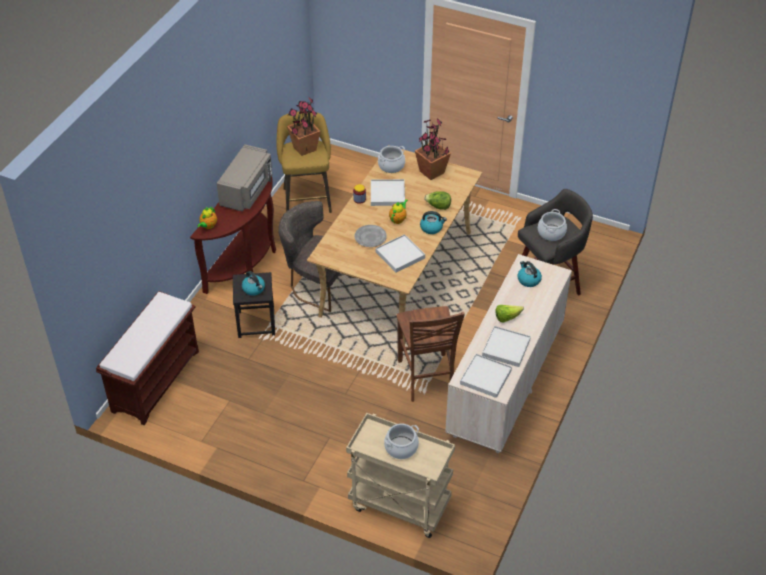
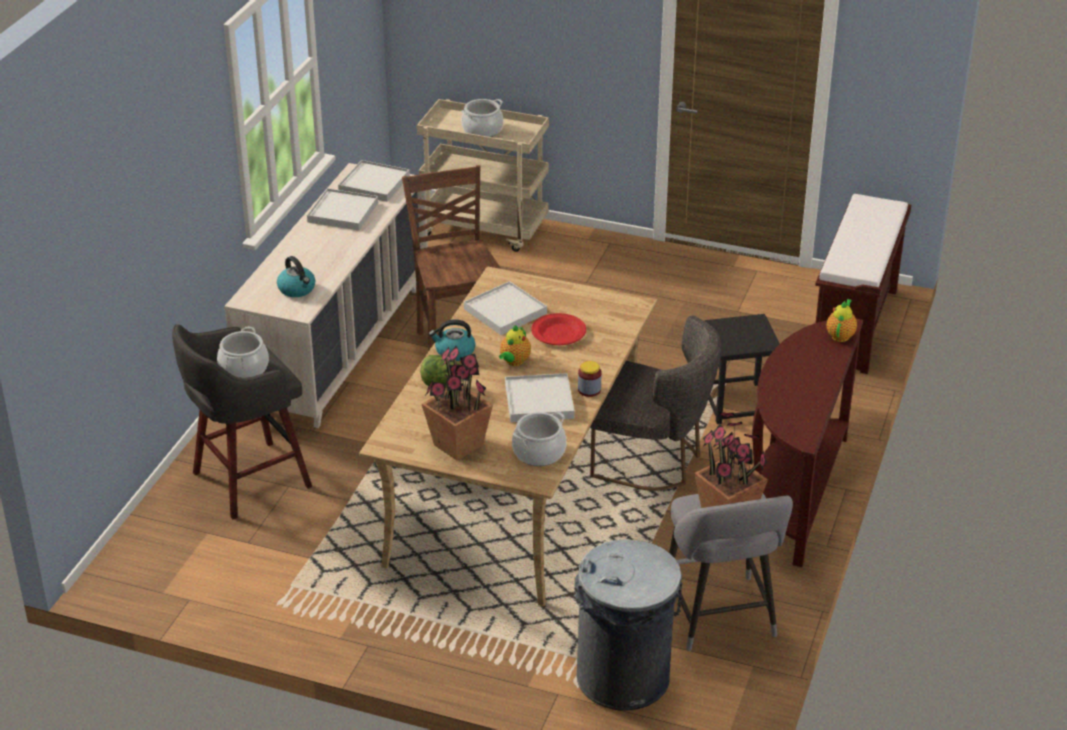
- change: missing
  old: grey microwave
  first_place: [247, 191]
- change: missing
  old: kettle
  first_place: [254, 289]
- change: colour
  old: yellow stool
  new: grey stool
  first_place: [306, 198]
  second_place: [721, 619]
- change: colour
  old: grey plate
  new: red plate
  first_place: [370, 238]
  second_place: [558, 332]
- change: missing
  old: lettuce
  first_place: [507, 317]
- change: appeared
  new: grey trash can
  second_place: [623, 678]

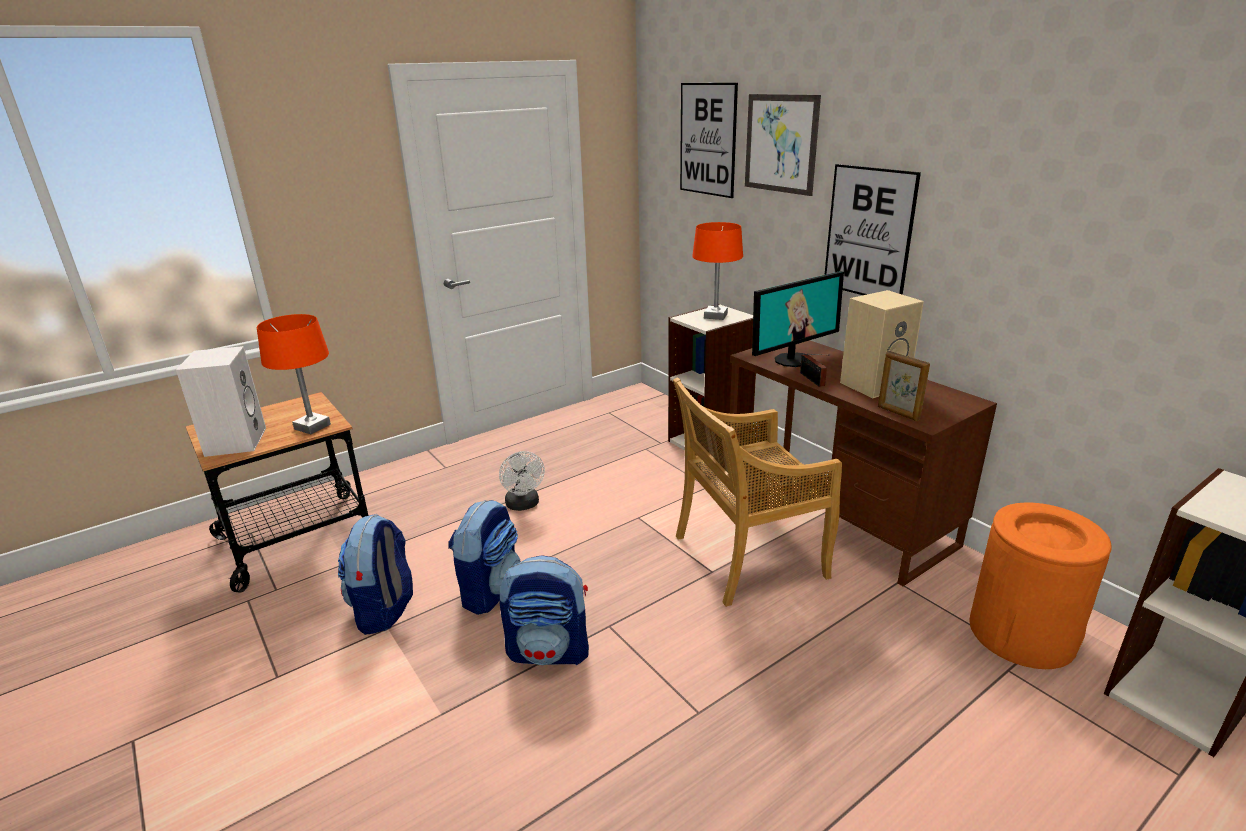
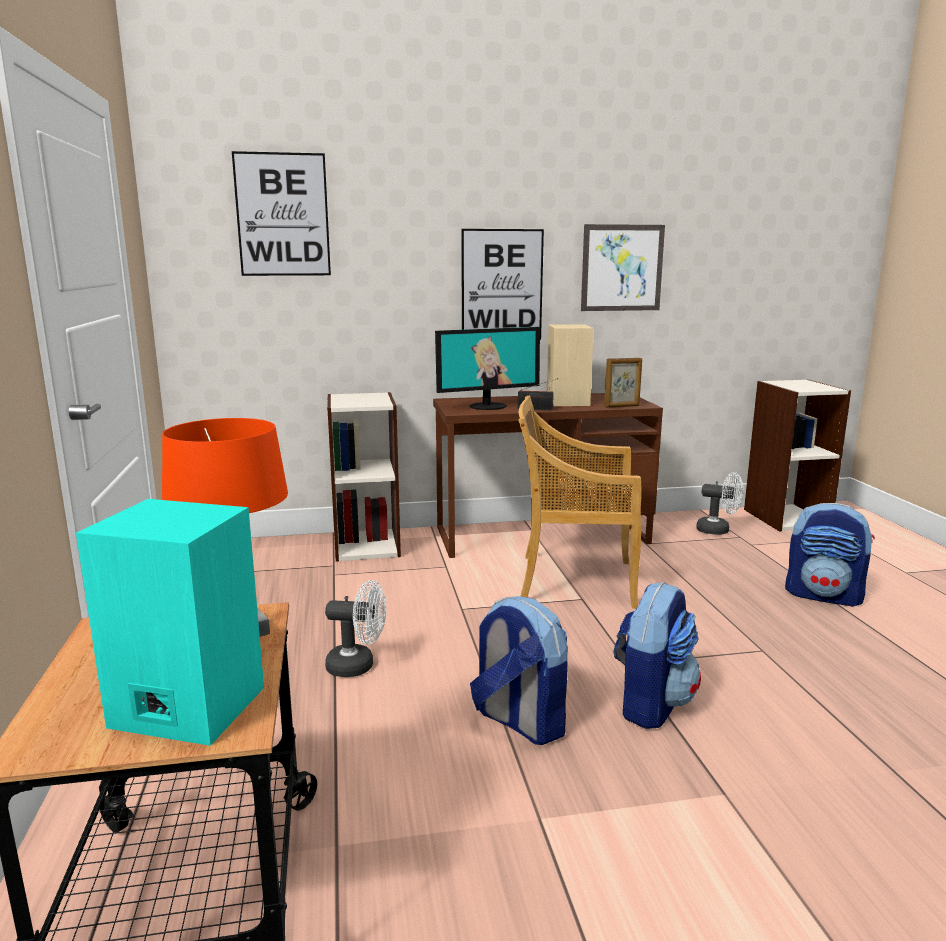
- change: colour
  old: white speaker
  new: turquoise speaker
  first_place: [235, 441]
  second_place: [183, 708]
- change: relocated
  old: backpack
  first_place: [384, 610]
  second_place: [824, 596]
- change: spun
  old: beige chair
  first_place: [747, 557]
  second_place: [574, 581]
  degrees: 90
- change: missing
  old: orange table lamp
  first_place: [715, 316]
- change: relocated
  old: picture
  first_place: [780, 143]
  second_place: [622, 268]
- change: spun
  old: monitor
  first_place: [792, 359]
  second_place: [487, 406]
  degrees: 75
- change: exchanged
  old: orange trash can
  new: white fan
  first_place: [1022, 632]
  second_place: [718, 530]

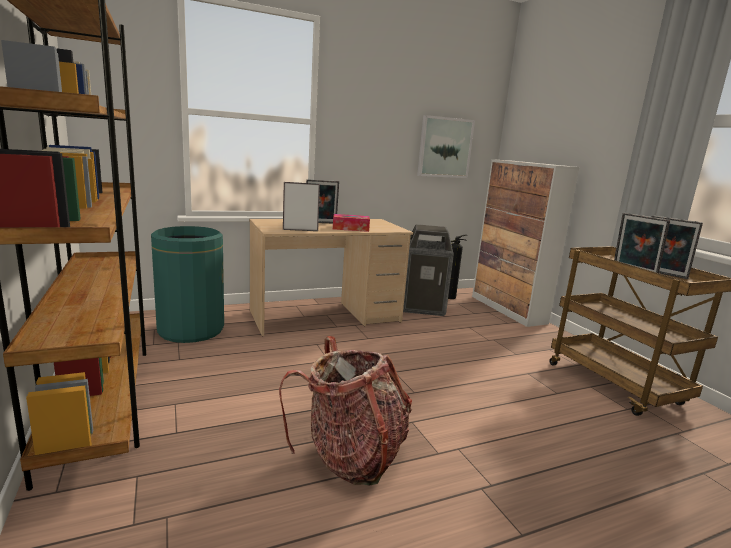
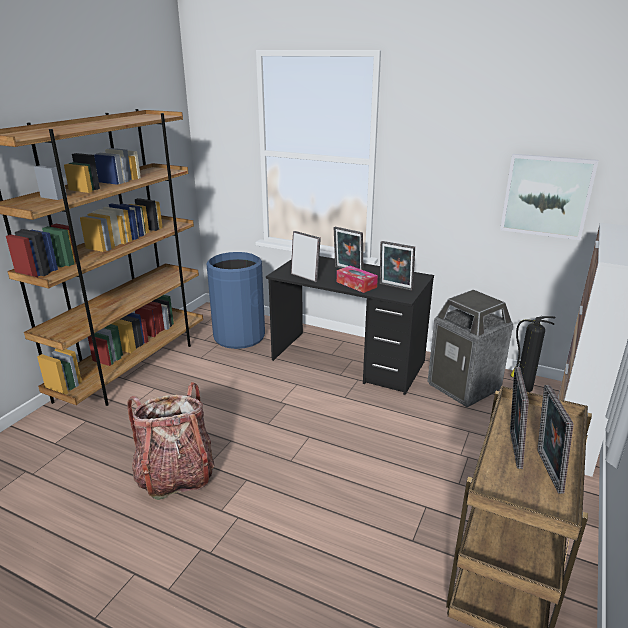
- change: colour
  old: green trash can
  new: blue trash can
  first_place: [191, 330]
  second_place: [239, 336]
- change: colour
  old: beige desk
  new: black desk
  first_place: [325, 317]
  second_place: [348, 361]
- change: appeared
  new: picture frame
  second_place: [395, 287]

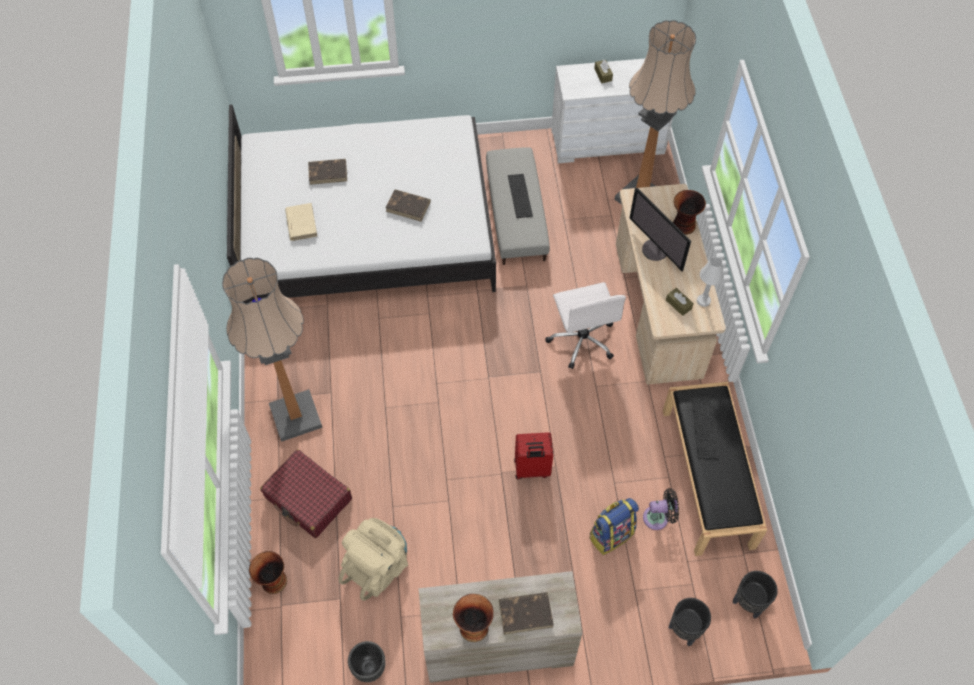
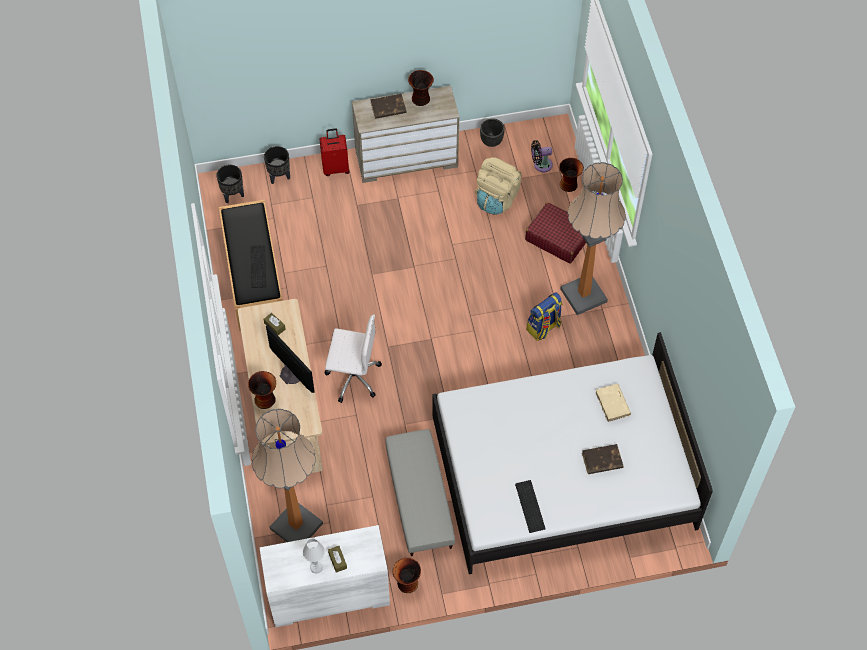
- change: missing
  old: brown book
  first_place: [408, 206]
- change: relocated
  old: keyboard
  first_place: [518, 195]
  second_place: [531, 506]
- change: relocated
  old: red suitcase
  first_place: [531, 469]
  second_place: [336, 168]
- change: spun
  old: white office chair
  first_place: [582, 340]
  second_place: [353, 377]
  degrees: 120
- change: relocated
  old: backpack
  first_place: [611, 534]
  second_place: [543, 328]
- change: relocated
  old: black fan
  first_place: [658, 518]
  second_place: [541, 165]
- change: relocated
  old: white table lamp
  first_place: [703, 301]
  second_place: [316, 567]
- change: appeared
  new: vase
  second_place: [407, 584]

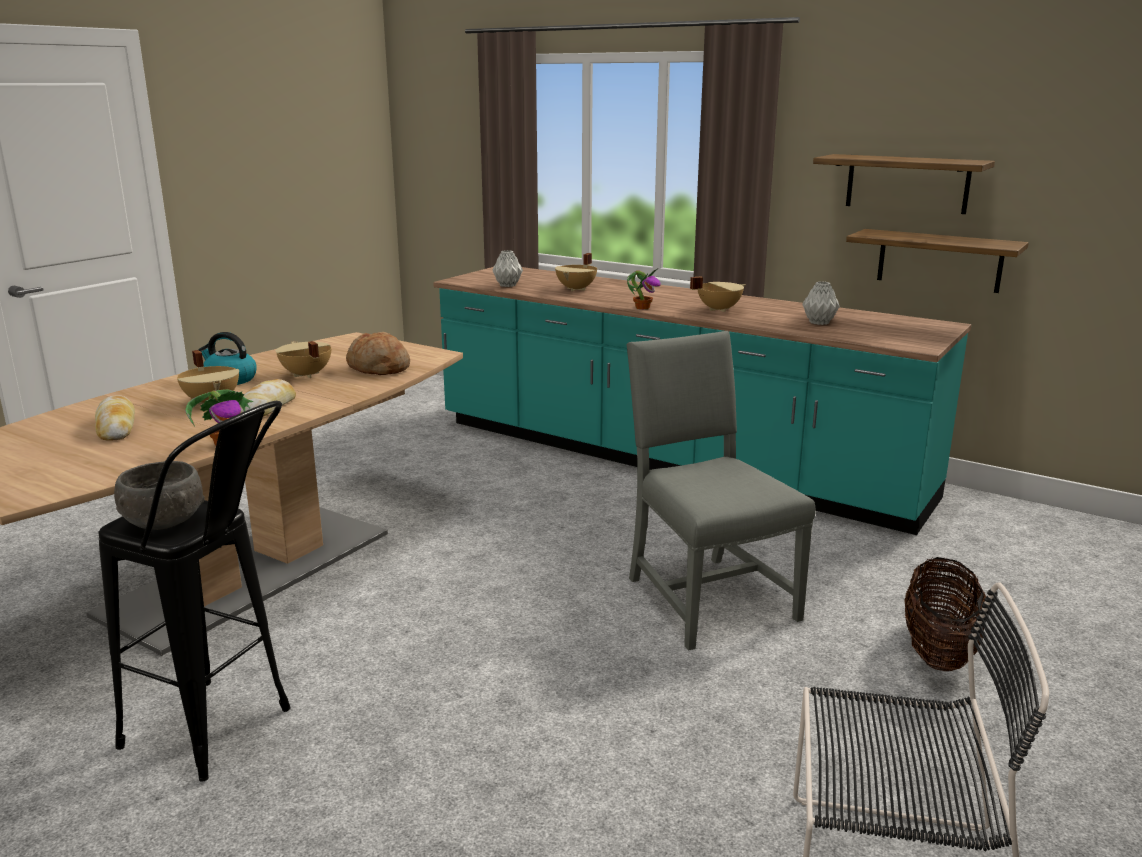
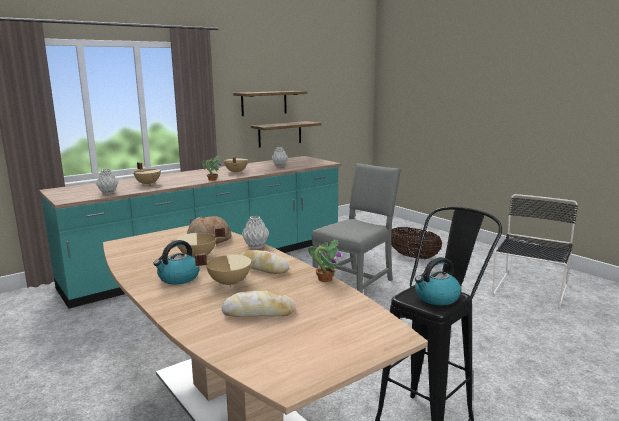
- change: exchanged
  old: grey bowl
  new: kettle
  first_place: [164, 522]
  second_place: [436, 298]
- change: spun
  old: grey chair
  first_place: [705, 597]
  second_place: [356, 282]
  degrees: 135
- change: appeared
  new: grey vase
  second_place: [256, 246]

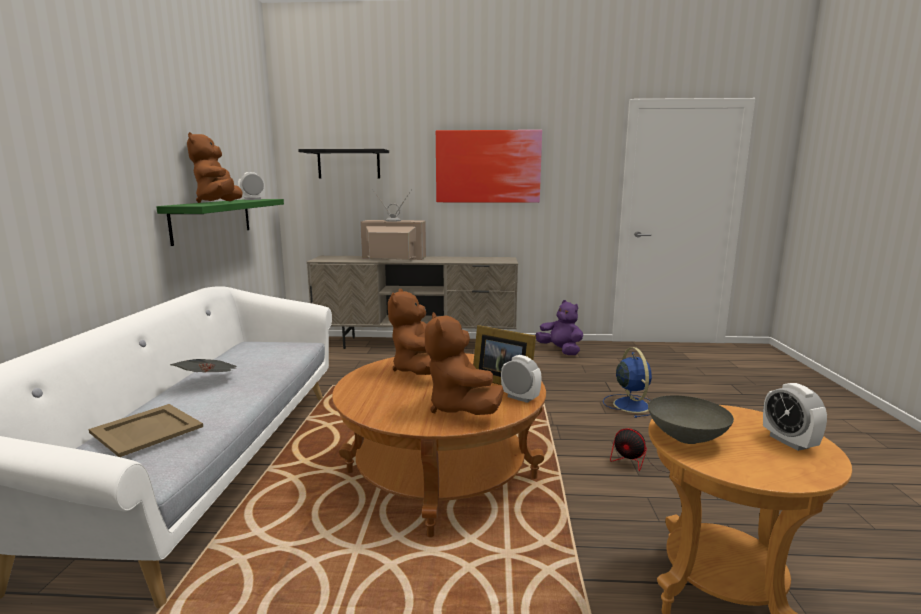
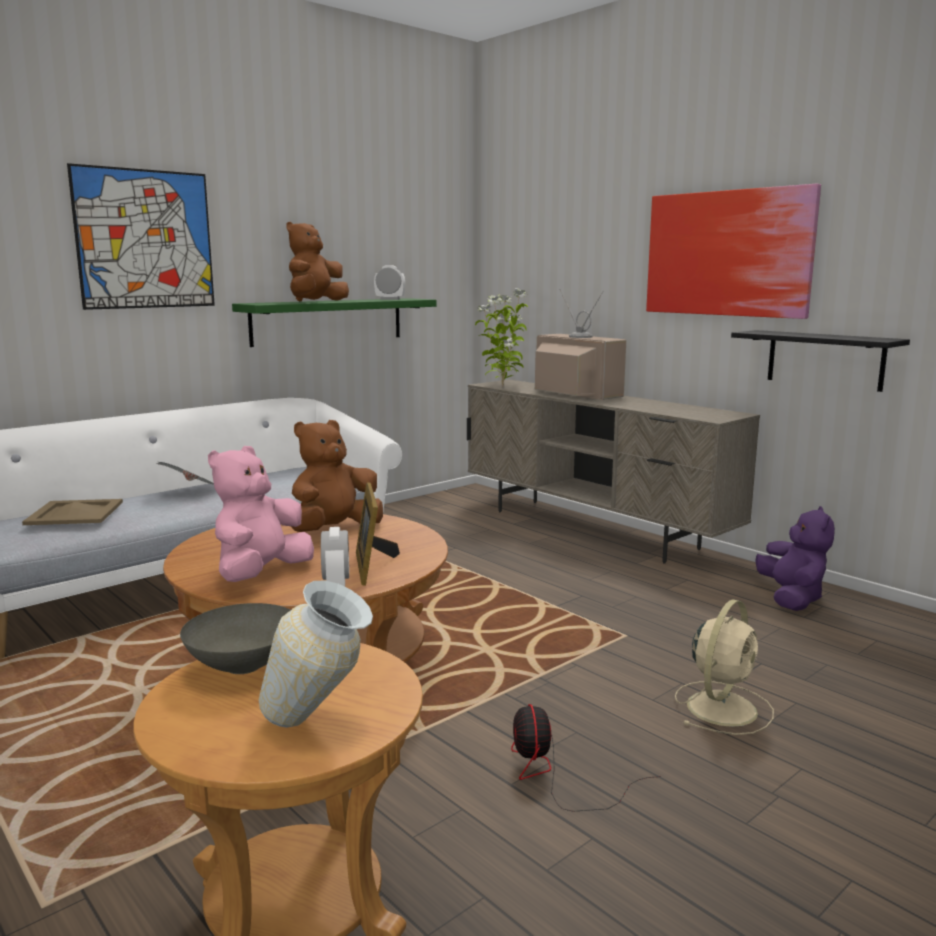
- change: relocated
  old: black shelf
  first_place: [348, 164]
  second_place: [825, 360]
- change: colour
  old: brown plush toy
  new: pink plush toy
  first_place: [460, 408]
  second_place: [261, 574]
- change: colour
  old: blue fan
  new: beige fan
  first_place: [630, 404]
  second_place: [723, 707]
- change: exchanged
  old: alarm clock
  new: vase
  first_place: [789, 441]
  second_place: [319, 725]
- change: appeared
  new: picture
  second_place: [145, 239]
- change: appeared
  new: potted plant
  second_place: [502, 386]

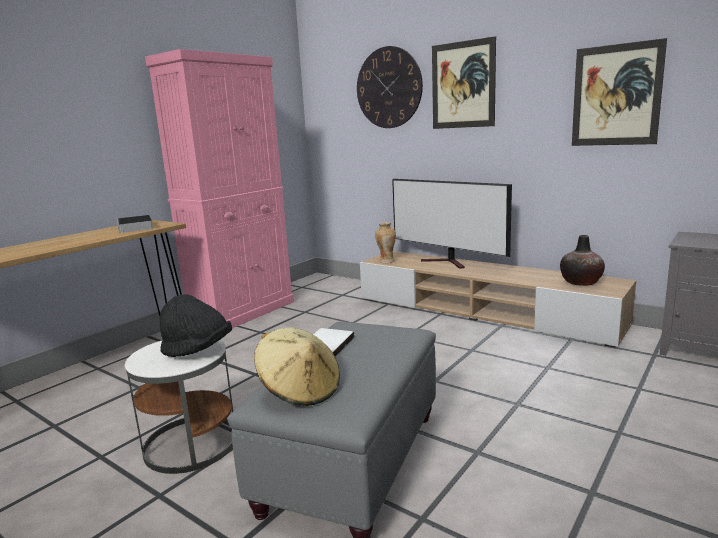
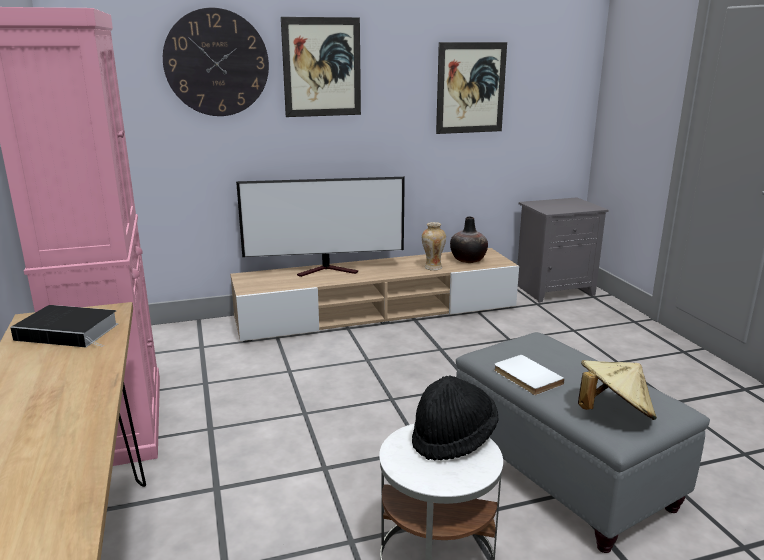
- change: relocated
  old: vase
  first_place: [386, 261]
  second_place: [432, 268]

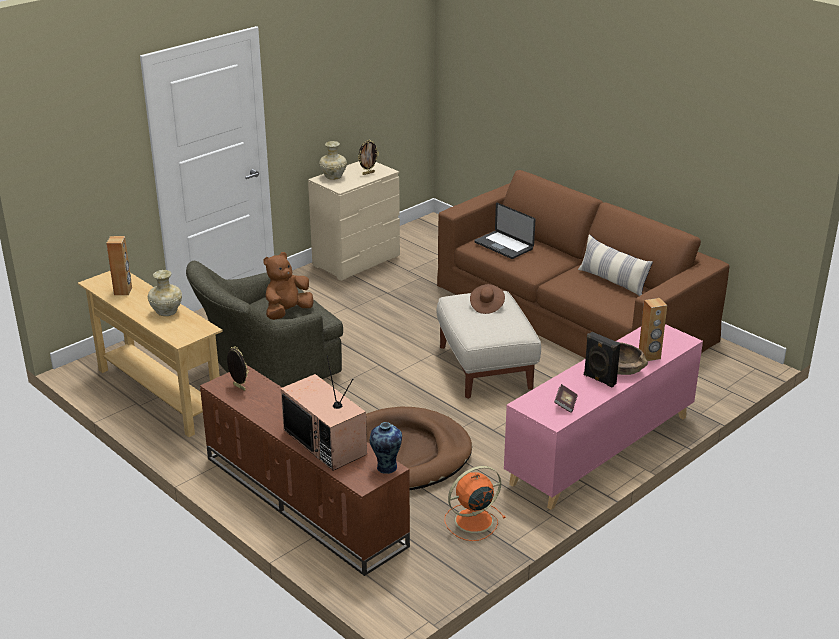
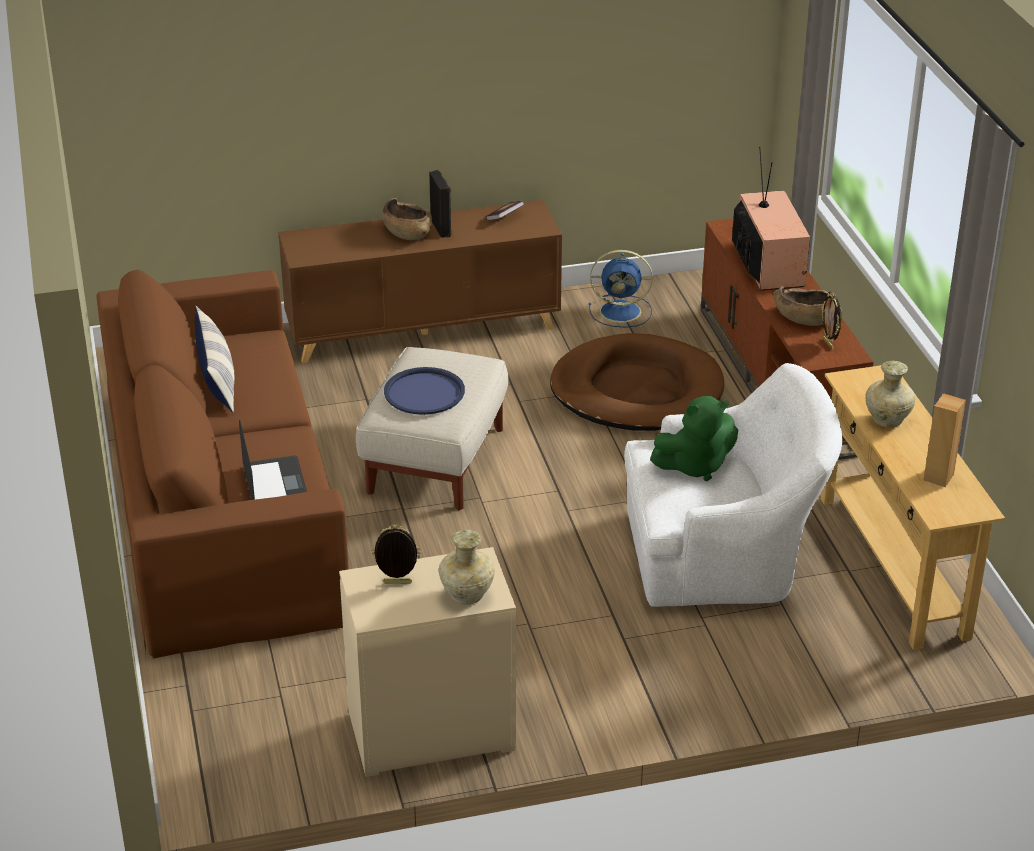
- change: colour
  old: green armchair
  new: white armchair
  first_place: [266, 369]
  second_place: [725, 556]
- change: colour
  old: brown plush toy
  new: green plush toy
  first_place: [287, 312]
  second_place: [695, 465]
- change: missing
  old: vase
  first_place: [386, 468]
- change: colour
  old: orange fan
  new: blue fan
  first_place: [472, 521]
  second_place: [622, 311]
- change: exchanged
  old: brown hat
  new: blue tray
  first_place: [486, 306]
  second_place: [424, 392]
- change: colour
  old: pink cabinet
  new: brown cabinet
  first_place: [600, 450]
  second_place: [424, 329]
- change: missing
  old: brown speaker
  first_place: [649, 356]
- change: appeared
  new: brown bowl
  second_place: [805, 318]

